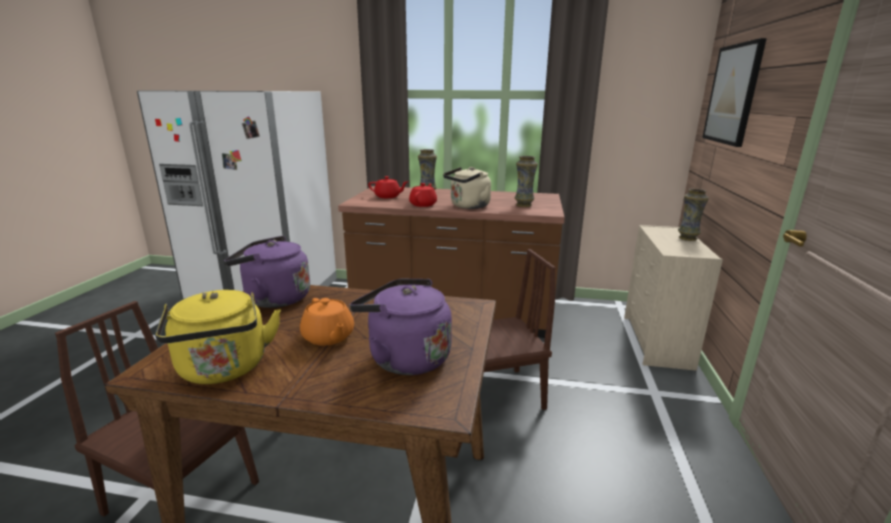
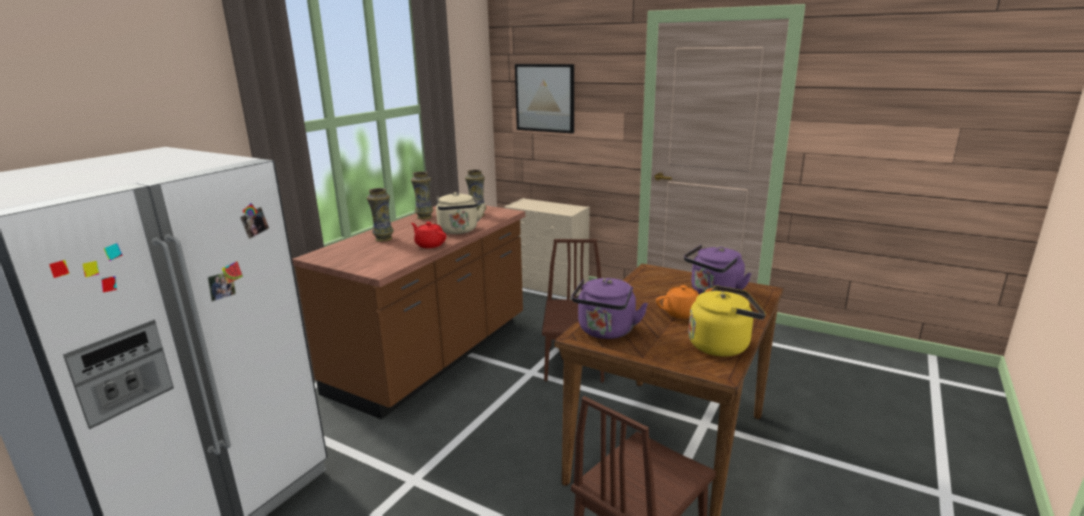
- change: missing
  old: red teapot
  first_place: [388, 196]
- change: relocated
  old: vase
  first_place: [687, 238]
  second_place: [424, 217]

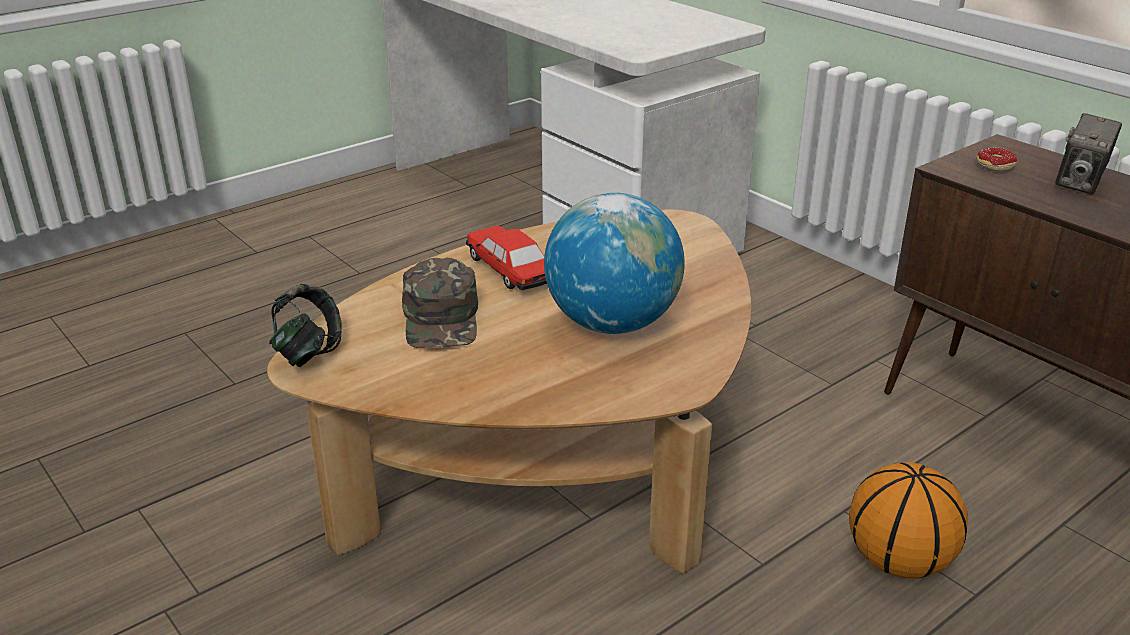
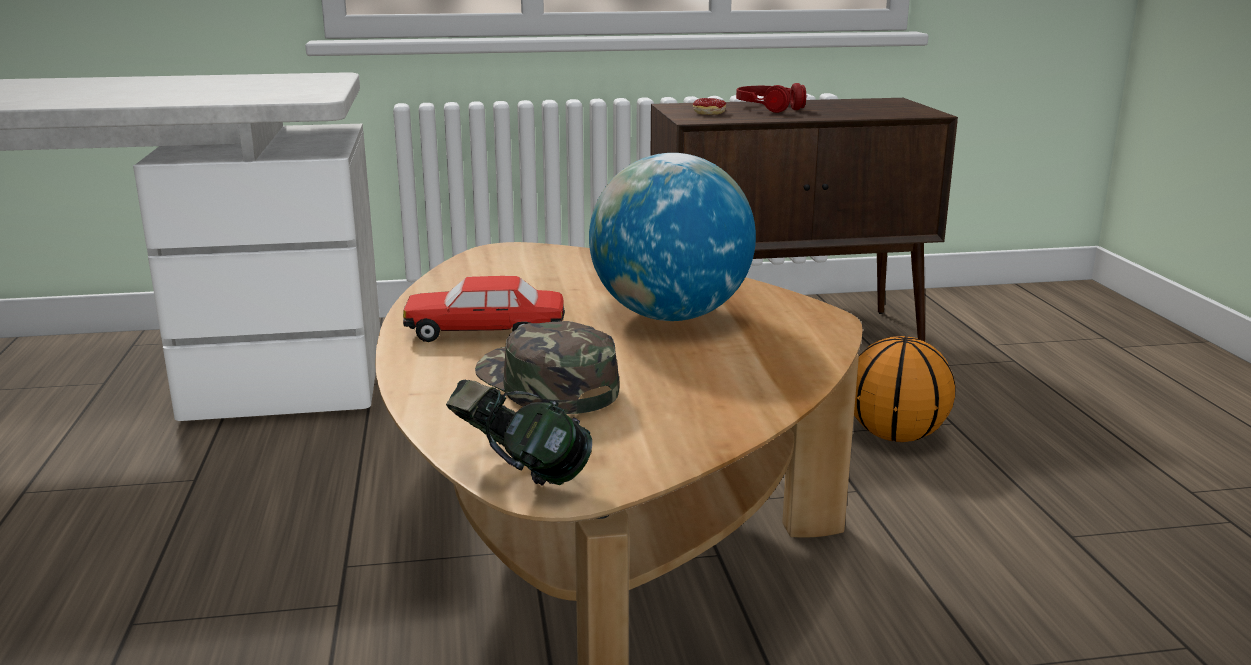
- change: spun
  old: green cap
  first_place: [442, 318]
  second_place: [545, 384]
  degrees: -150
- change: exchanged
  old: photo camera
  new: red headphones
  first_place: [1080, 183]
  second_place: [769, 108]

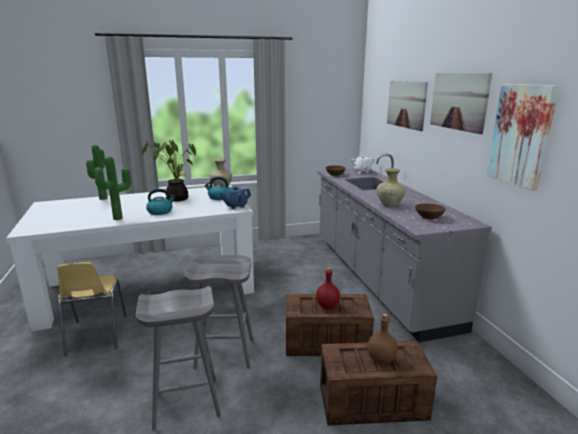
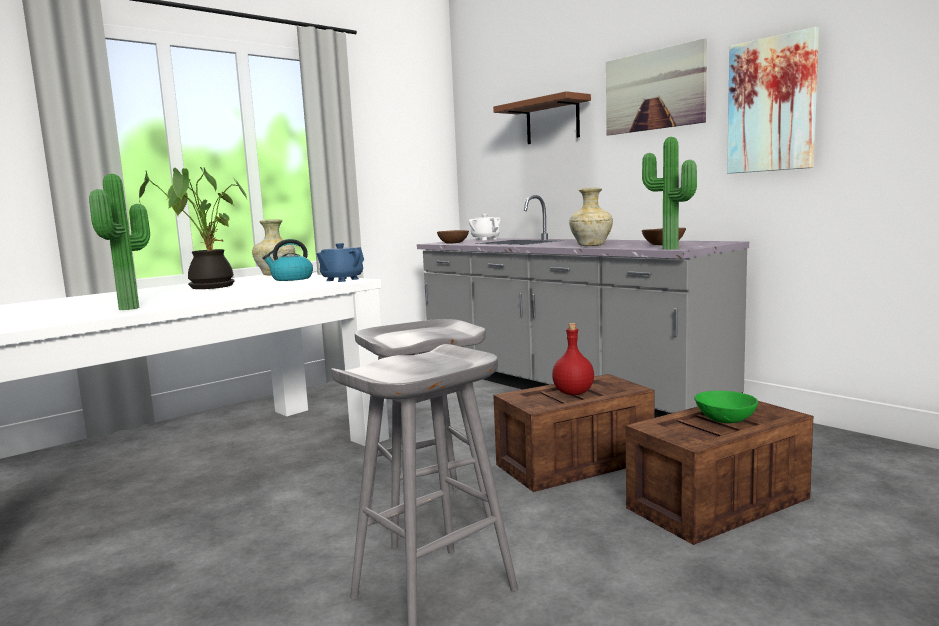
- change: missing
  old: yellow chair
  first_place: [96, 335]
- change: relocated
  old: potted plant
  first_place: [101, 198]
  second_place: [668, 249]
- change: missing
  old: kettle
  first_place: [160, 211]
- change: exchanged
  old: brown bottle
  new: green bowl
  first_place: [381, 359]
  second_place: [724, 419]
- change: exchanged
  old: picture
  new: brown shelf
  first_place: [406, 104]
  second_place: [552, 121]

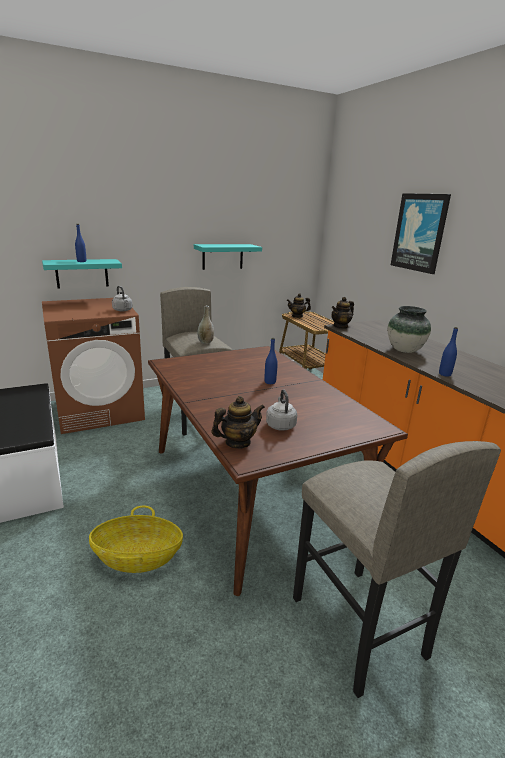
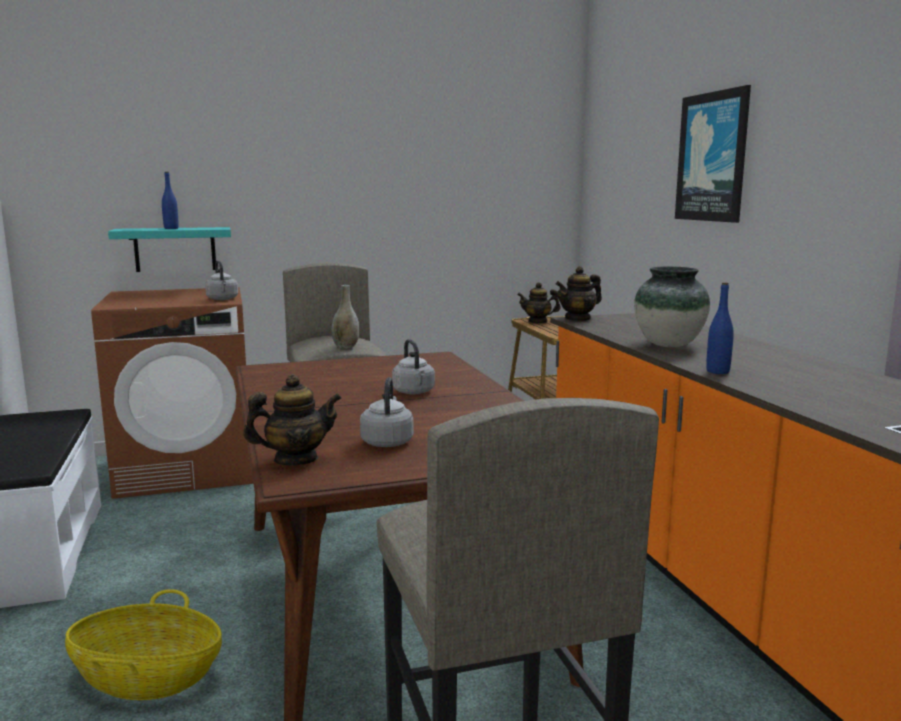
- change: missing
  old: turquoise shelf
  first_place: [222, 256]
- change: exchanged
  old: blue bottle
  new: grey kettle
  first_place: [270, 382]
  second_place: [414, 392]

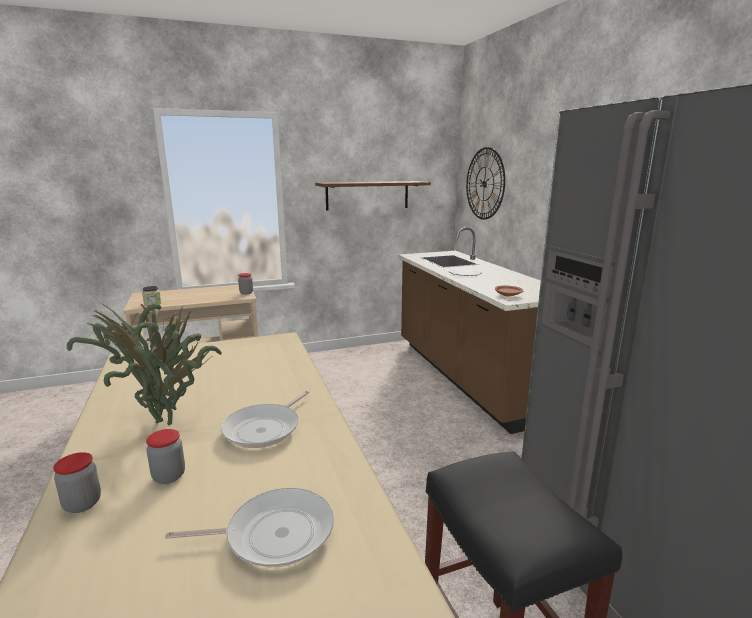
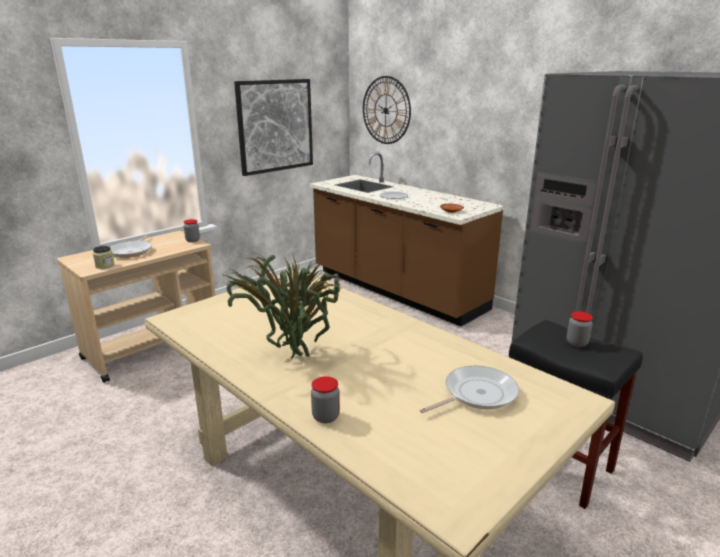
- change: relocated
  old: jar
  first_place: [169, 476]
  second_place: [577, 343]
- change: relocated
  old: frying pan
  first_place: [265, 428]
  second_place: [132, 251]
- change: exchanged
  old: brown shelf
  new: picture
  first_place: [367, 195]
  second_place: [275, 126]

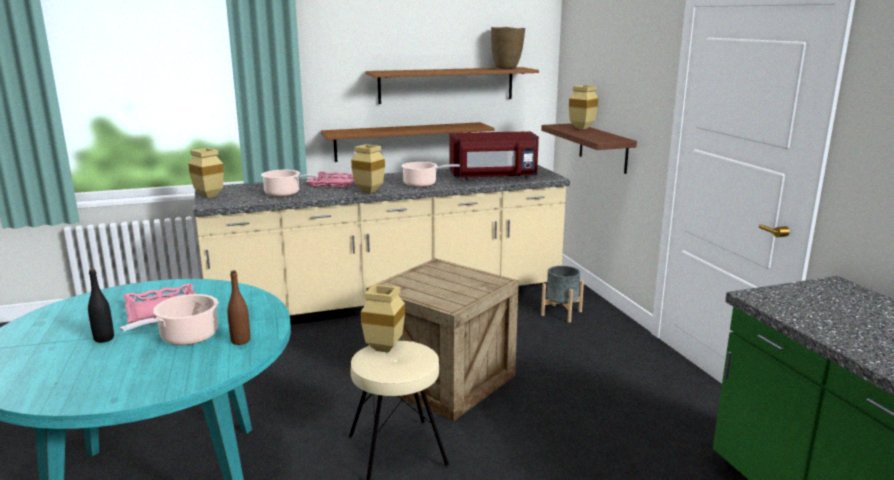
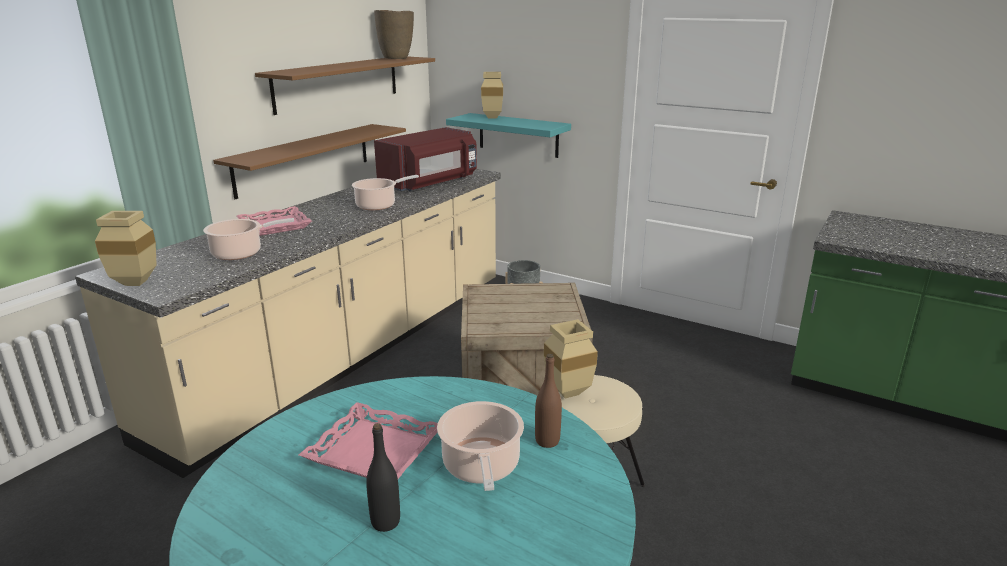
- change: missing
  old: beige vase
  first_place: [371, 191]
- change: colour
  old: brown shelf
  new: turquoise shelf
  first_place: [603, 148]
  second_place: [518, 135]

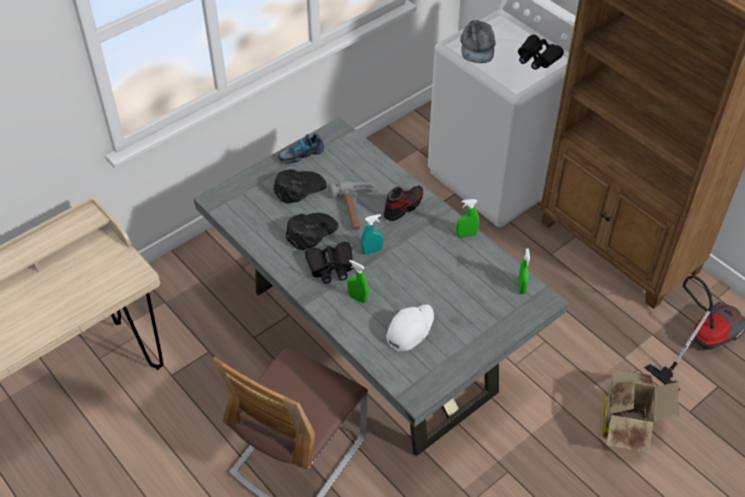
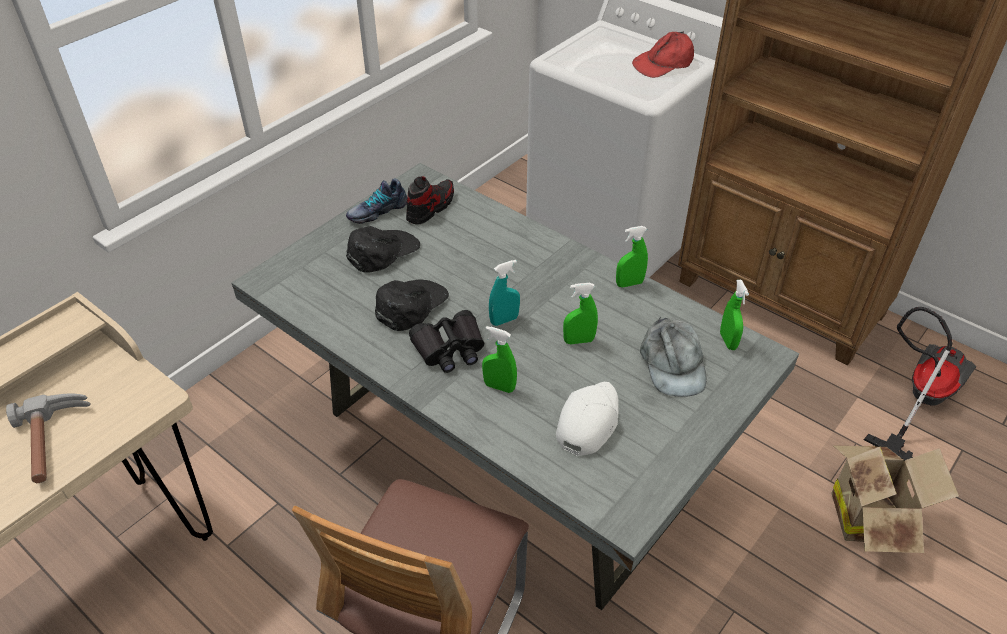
- change: relocated
  old: hammer
  first_place: [357, 209]
  second_place: [55, 442]
- change: relocated
  old: shoe
  first_place: [403, 207]
  second_place: [430, 207]
- change: relocated
  old: grey cap
  first_place: [477, 47]
  second_place: [672, 364]
- change: exchanged
  old: black binoculars
  new: red cap
  first_place: [537, 58]
  second_place: [663, 63]
- change: appeared
  new: green spray bottle
  second_place: [578, 341]

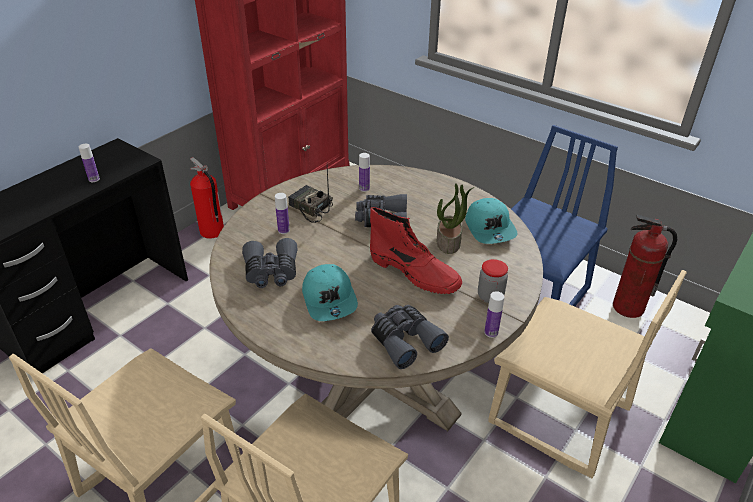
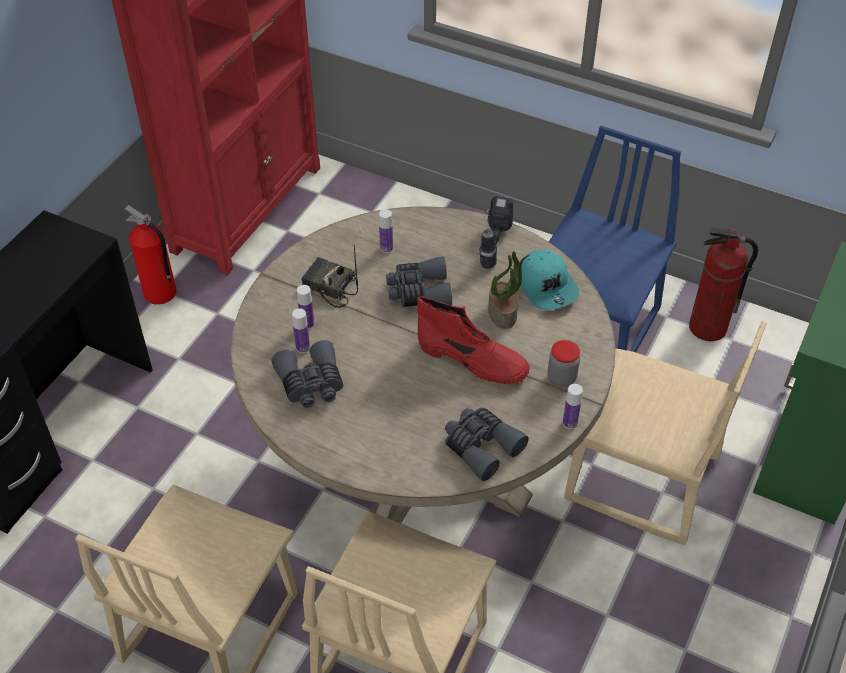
- change: relocated
  old: bottle
  first_place: [94, 179]
  second_place: [303, 347]
- change: missing
  old: turquoise cap
  first_place: [330, 299]
- change: appeared
  new: power drill
  second_place: [492, 244]

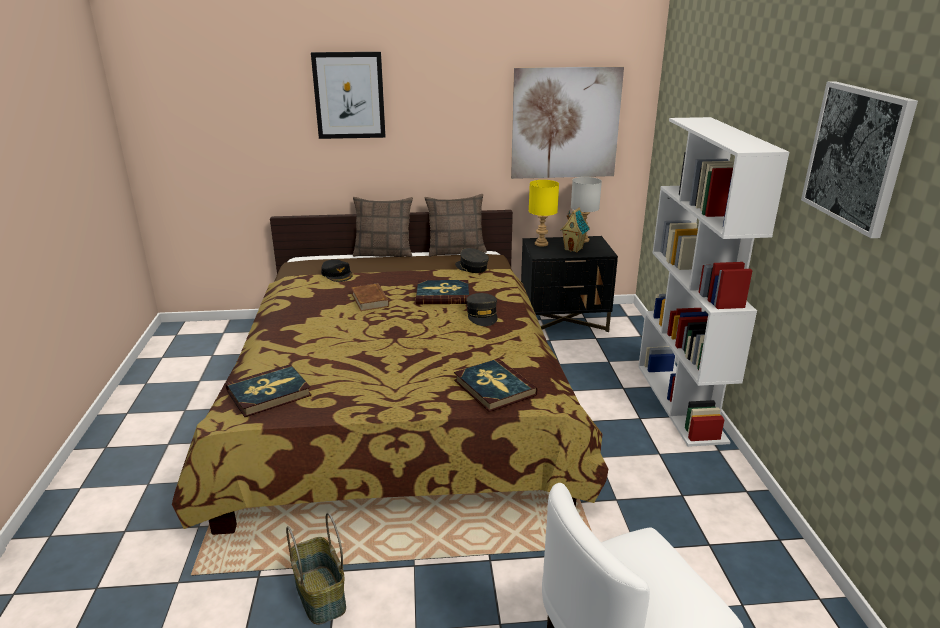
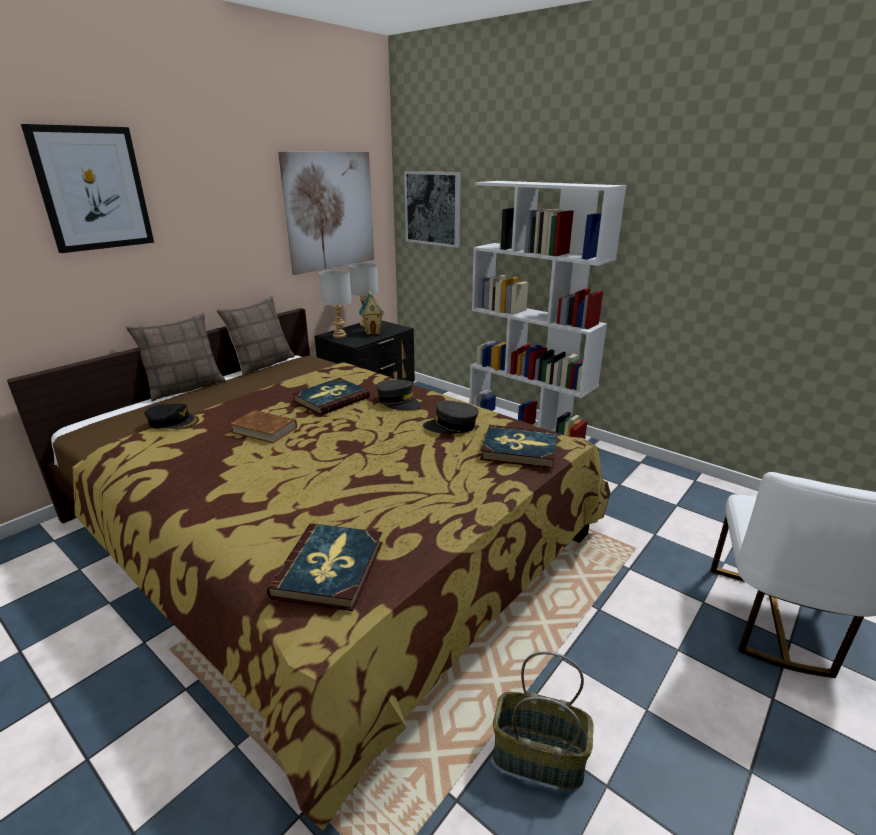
- change: relocated
  old: grey cap
  first_place: [471, 267]
  second_place: [451, 426]
- change: colour
  old: yellow table lamp
  new: grey table lamp
  first_place: [541, 244]
  second_place: [340, 336]
- change: relocated
  old: picture
  first_place: [856, 156]
  second_place: [433, 208]

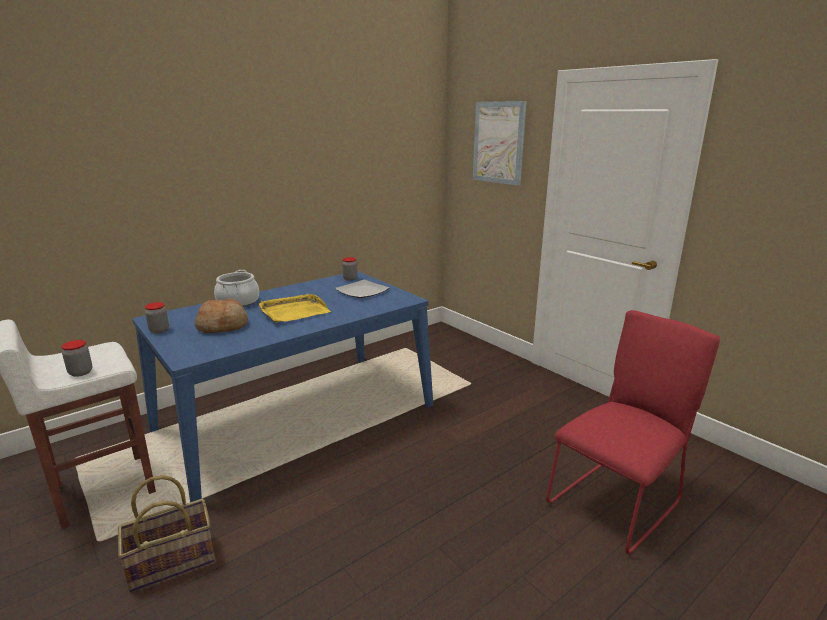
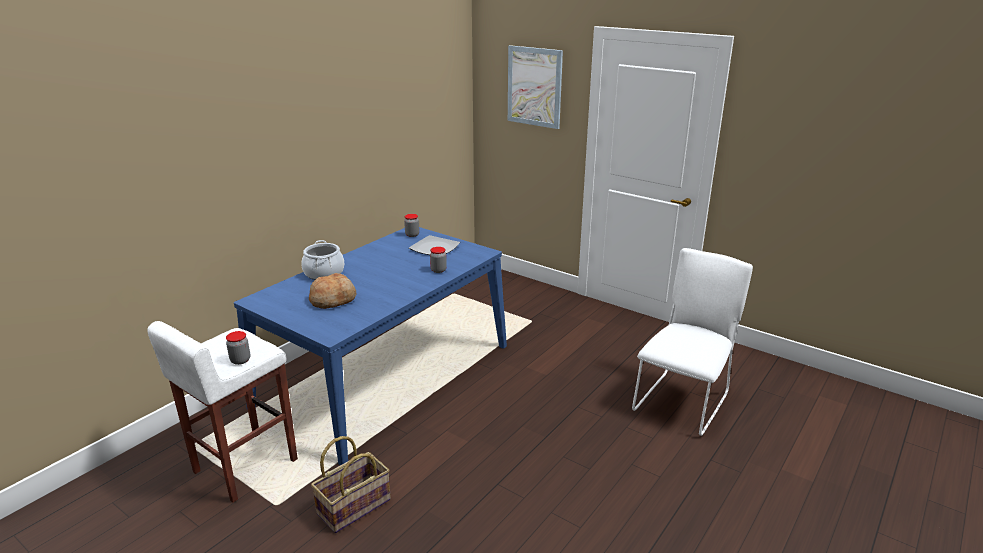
- change: relocated
  old: jar
  first_place: [159, 330]
  second_place: [438, 270]
- change: missing
  old: yellow tray
  first_place: [293, 311]
- change: colour
  old: red chair
  new: white chair
  first_place: [617, 500]
  second_place: [683, 400]

